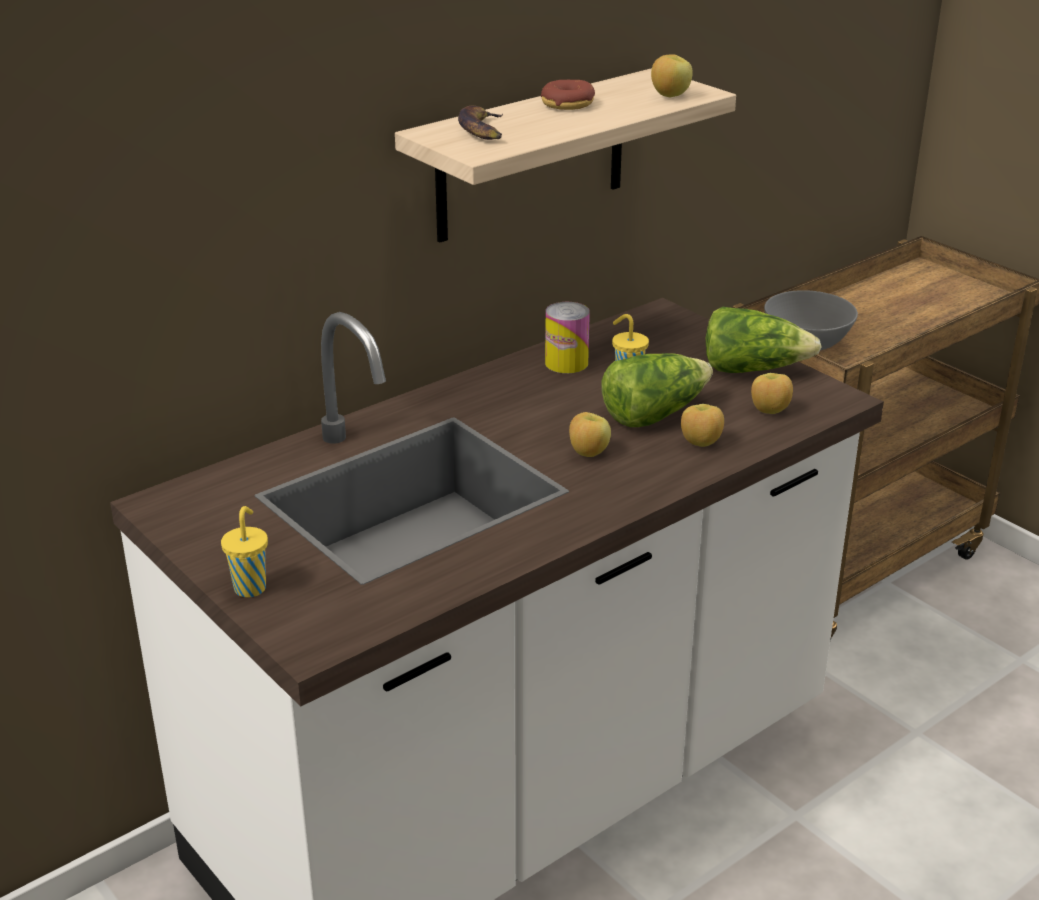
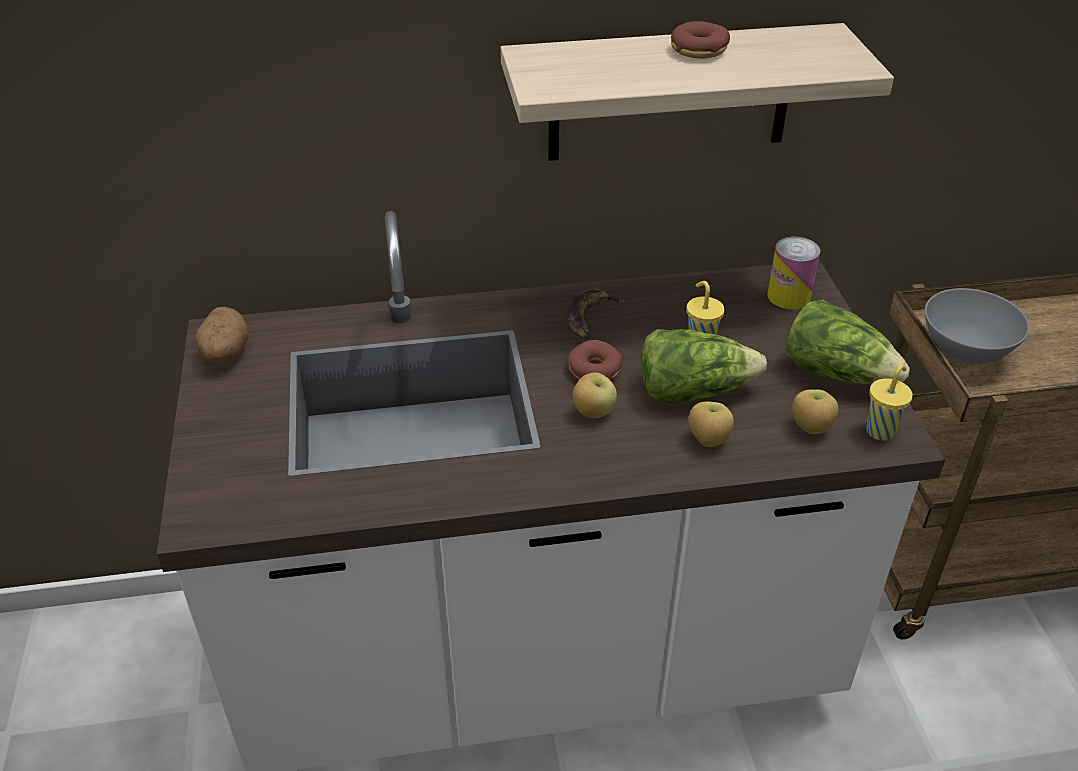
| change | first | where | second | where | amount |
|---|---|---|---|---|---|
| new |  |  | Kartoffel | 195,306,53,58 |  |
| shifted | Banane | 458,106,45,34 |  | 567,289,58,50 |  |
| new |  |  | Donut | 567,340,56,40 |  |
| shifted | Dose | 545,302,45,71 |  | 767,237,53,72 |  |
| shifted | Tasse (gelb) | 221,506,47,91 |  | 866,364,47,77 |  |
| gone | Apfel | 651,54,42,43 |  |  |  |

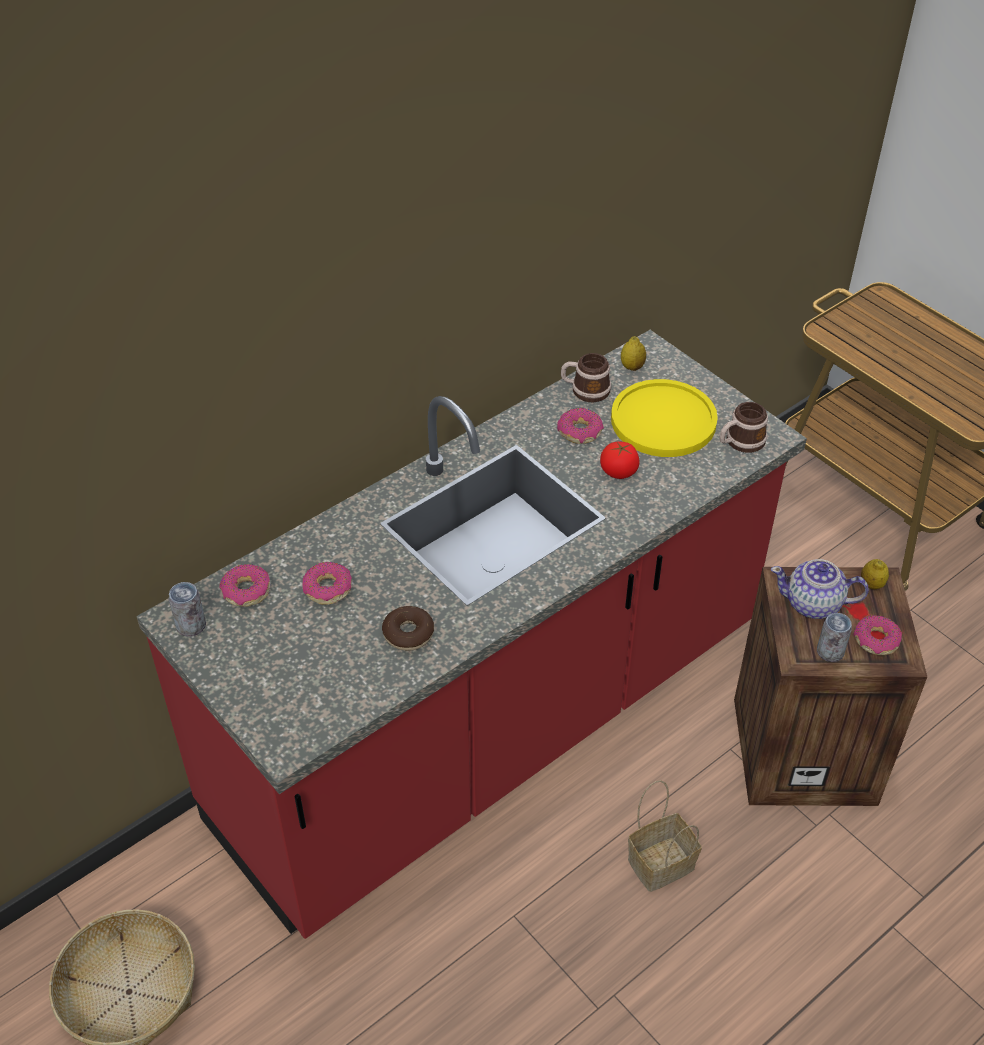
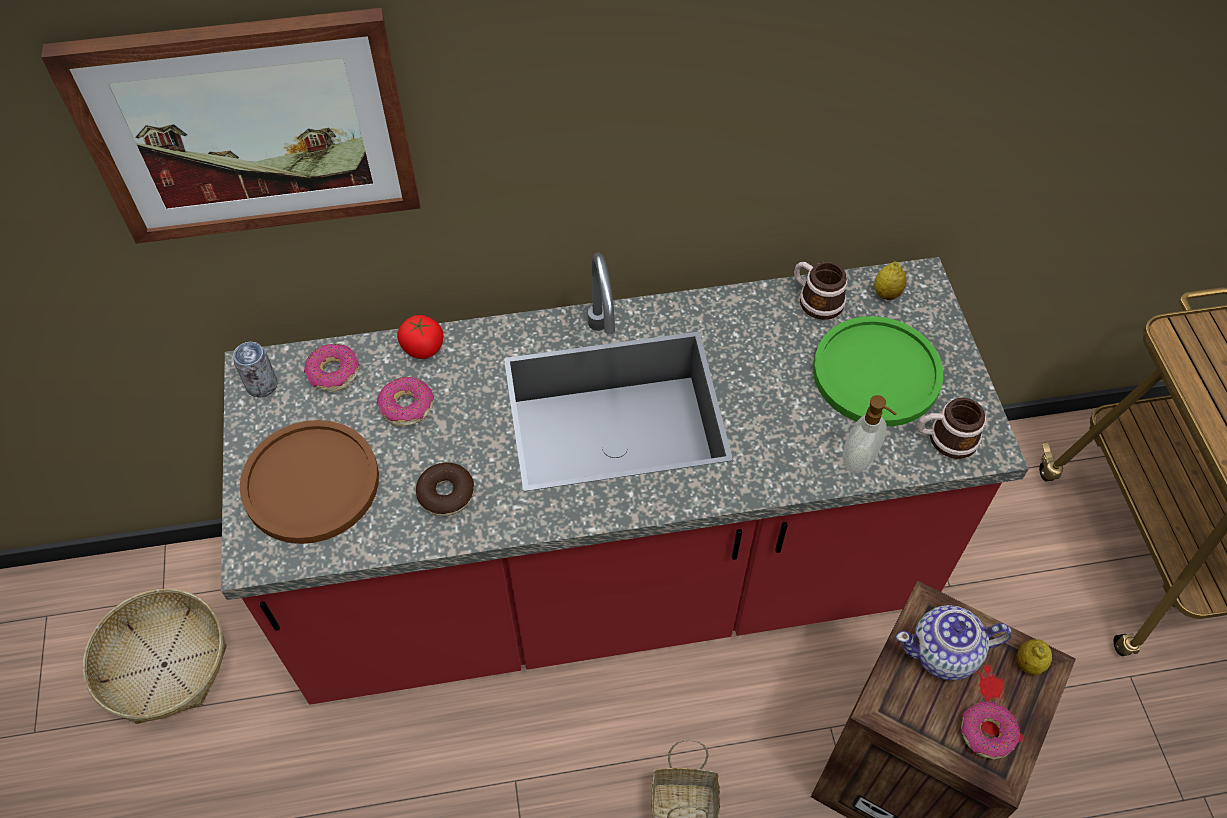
| change | first | where | second | where | amount |
|---|---|---|---|---|---|
| new |  |  | Bild | 41,8,379,236 |  |
| new |  |  | Teller (braun) | 240,420,139,124 |  |
| shifted | Tomate | 600,441,39,38 |  | 397,315,46,44 |  |
| repainted | Teller (gelb) | 611,379,107,78 | Teller (grün) | 813,316,130,111 |  |
| new |  |  | Seifenspender | 842,395,55,79 |  |
| rotated | Teekanne | 771,559,98,60 |  | 896,605,116,76 | 45 degrees counterclockwise |
| gone | Donut | 557,408,47,36 |  |  |  |
| gone | Dose | 817,613,35,49 |  |  |  |

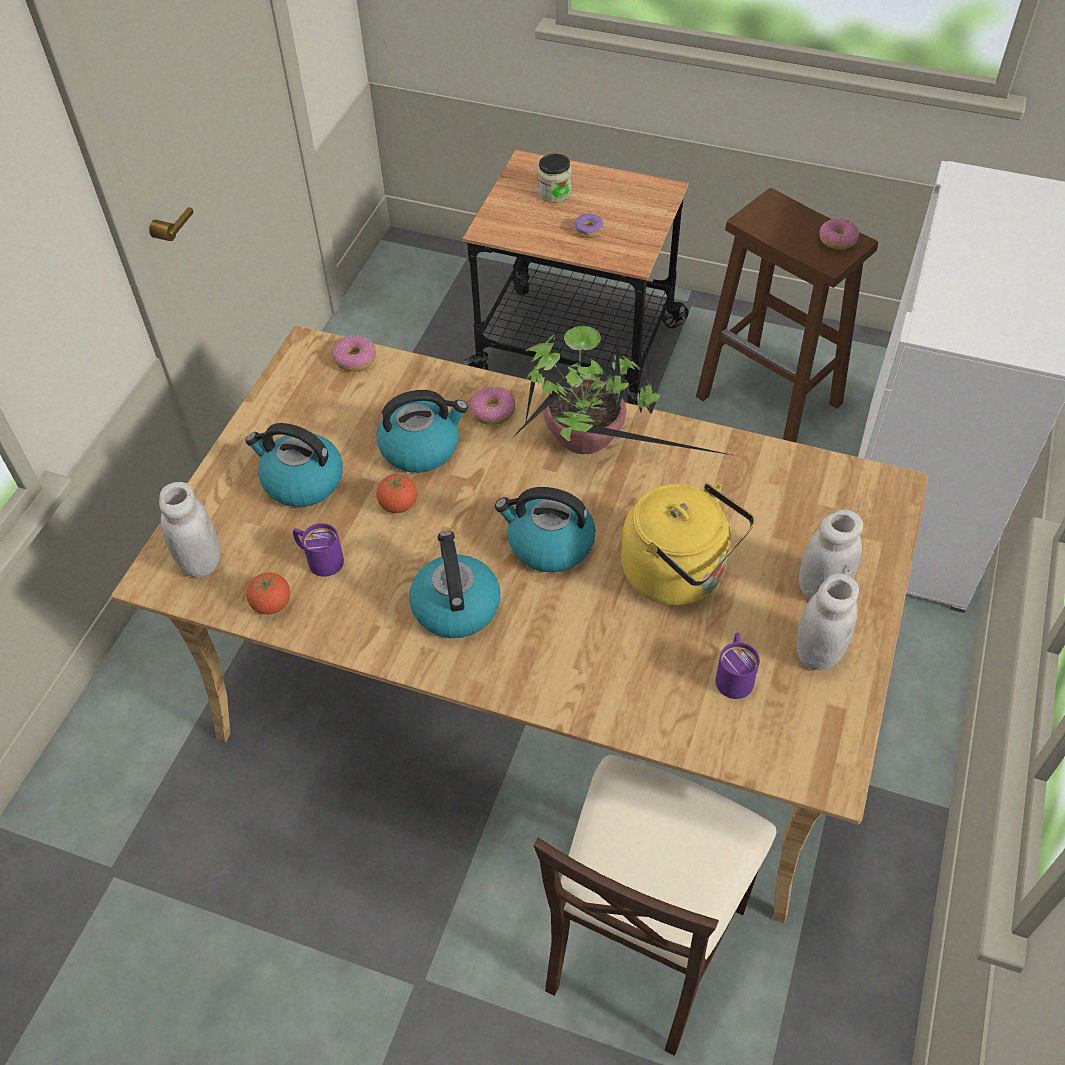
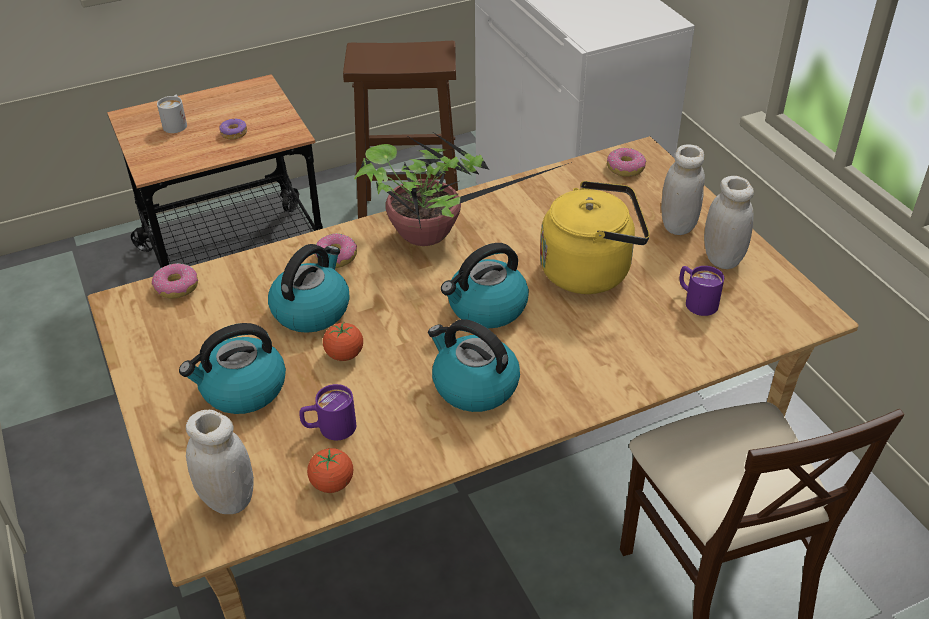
| change | first | where | second | where | amount |
|---|---|---|---|---|---|
| swapped | Vorratsglas | 538,154,34,49 | Henkelbecher (weiß) | 157,95,30,38 |  |
| shifted | Donut | 819,218,41,32 |  | 607,148,39,29 |  |

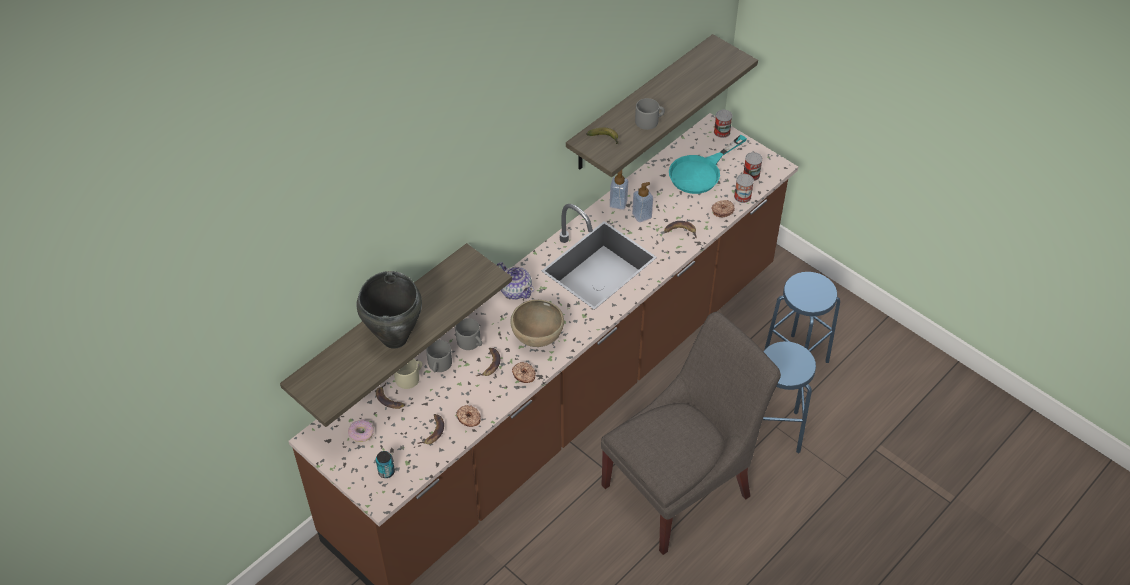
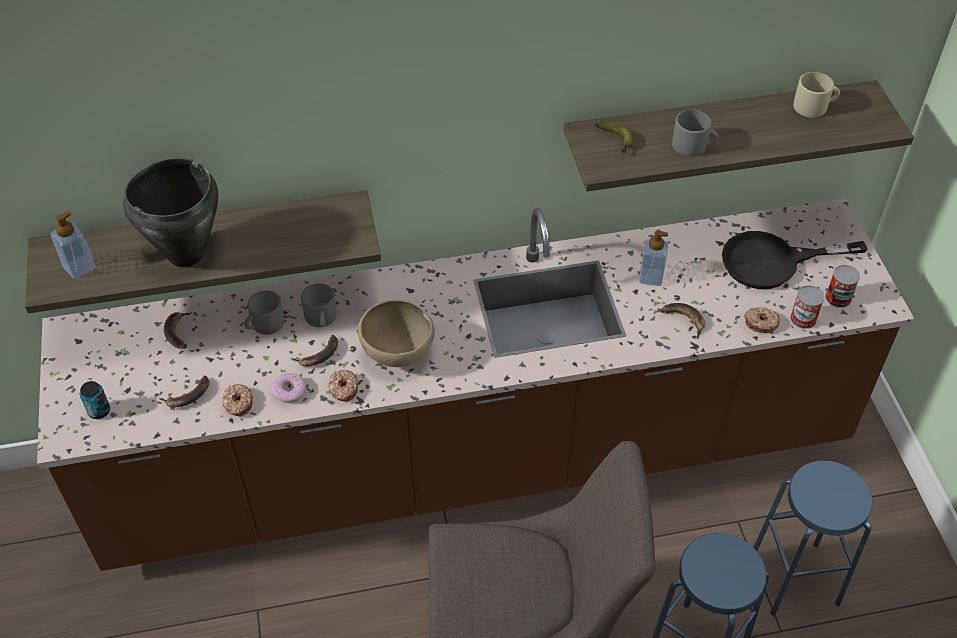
| change | first | where | second | where | amount |
|---|---|---|---|---|---|
| shifted | Seifenspender | 610,170,18,40 |  | 50,211,45,68 |  |
| shifted | Donut | 348,419,26,23 |  | 271,373,35,30 |  |
| repainted | Pfanne (türkis) | 669,134,78,60 | Pfanne (schwarz) | 722,231,146,58 |  |
| shifted | Henkelbecher (beige) | 394,359,29,30 |  | 793,72,47,46 |  |
| gone | Teekanne | 497,262,37,37 |  |  |  |
| gone | Dose | 714,110,18,28 |  |  |  |

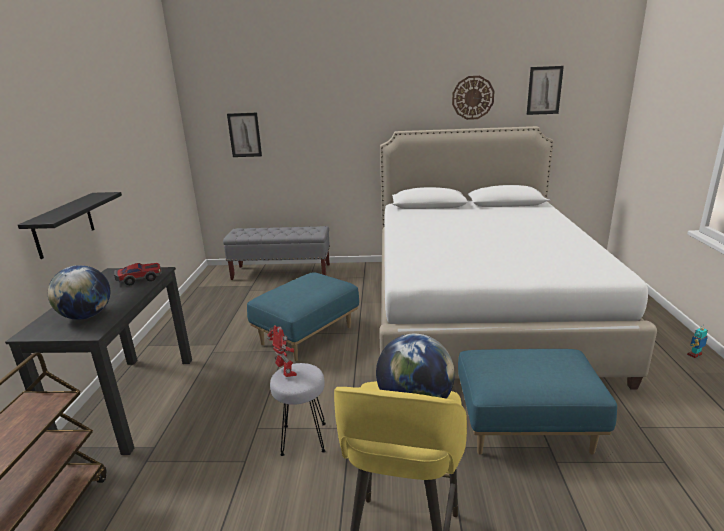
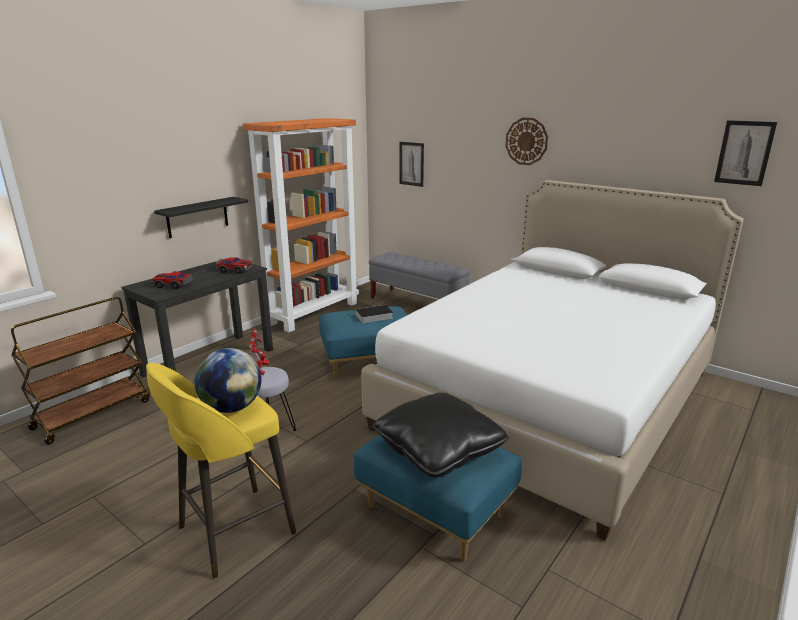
| change | first | where | second | where | amount |
|---|---|---|---|---|---|
| swapped | Globus | 48,265,62,55 | Spielzeugauto | 152,271,41,18 |  |
| new |  |  | Bücherregal (orange) | 243,118,116,214 |  |
| new |  |  | Buch | 350,305,43,18 |  |
| new |  |  | Kissen (schwarz) | 372,393,137,85 |  |
| shifted | Wanduhr | 452,76,42,44 |  | 505,118,43,47 |  |
| gone | Spielzeugroboter | 687,325,21,33 |  |  |  |

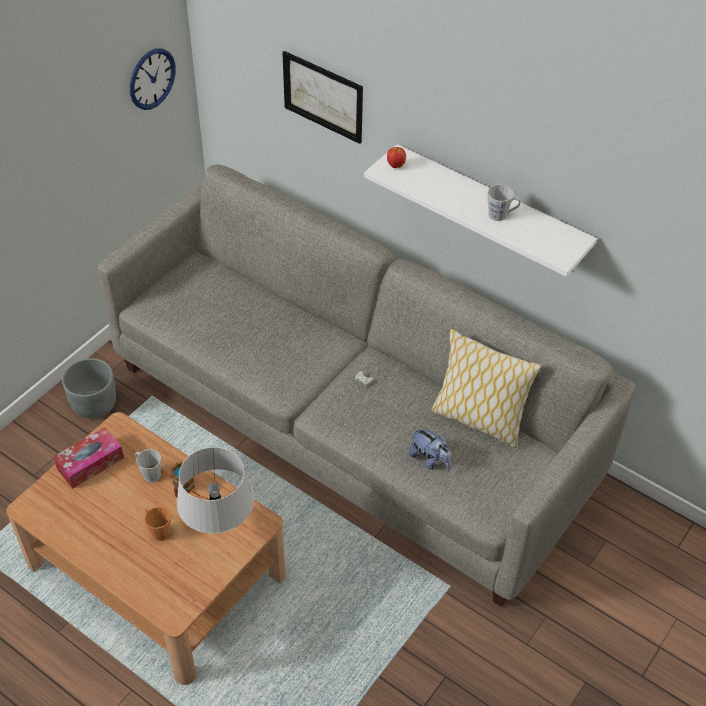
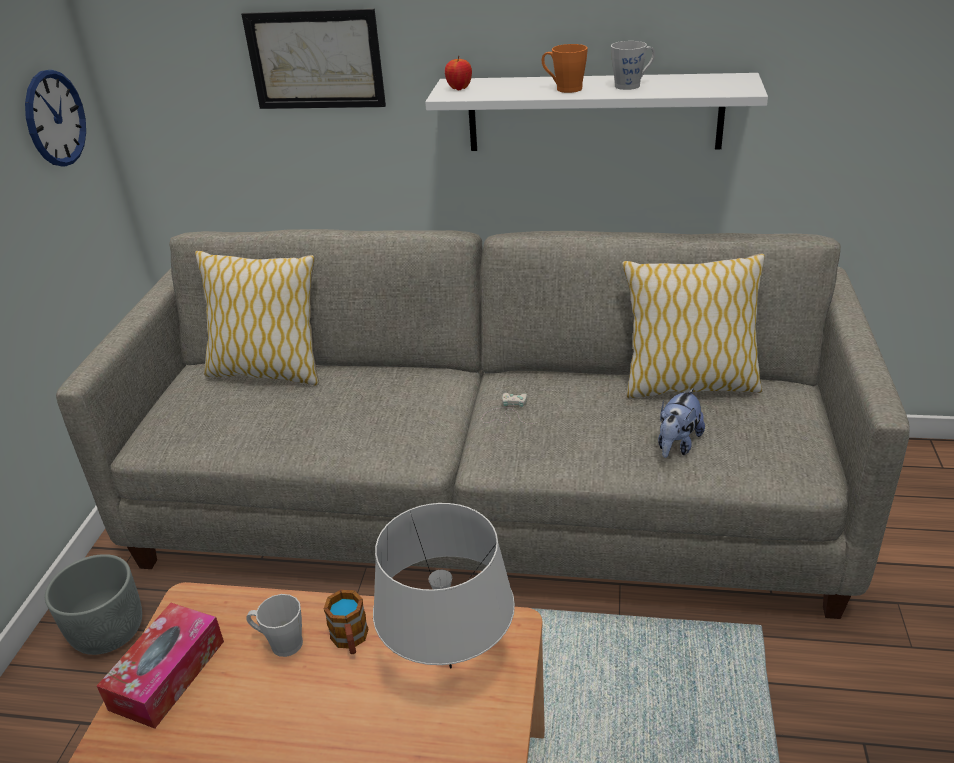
| change | first | where | second | where | amount |
|---|---|---|---|---|---|
| new |  |  | Kissen | 195,251,124,135 |  |
| shifted | Henkelbecher (orange) | 144,507,27,34 |  | 542,44,46,49 |  |
| rotated | Plüschtier | 409,427,42,43 |  | 658,388,47,70 | 105 degrees clockwise |

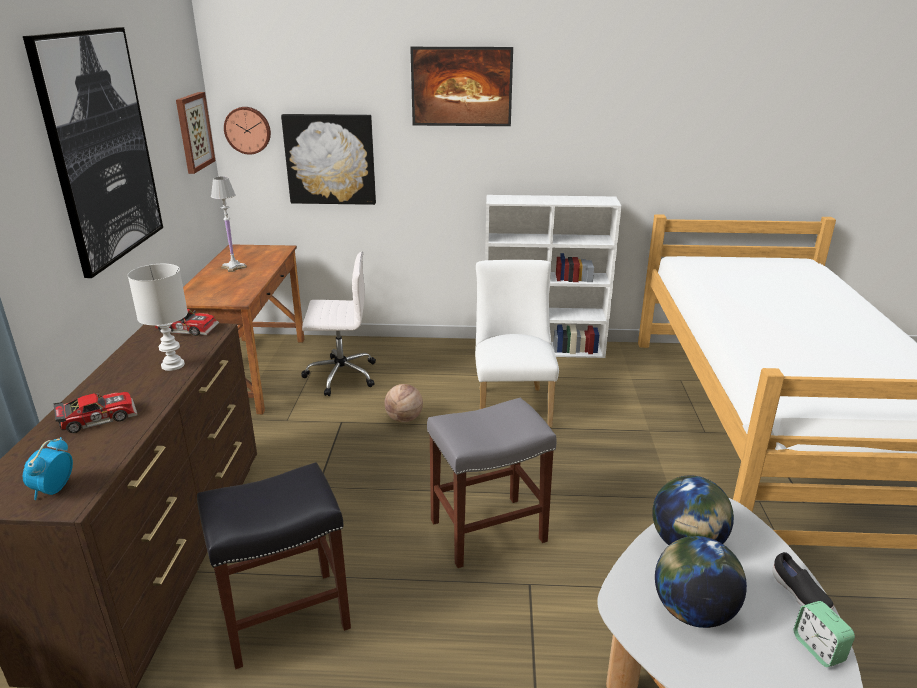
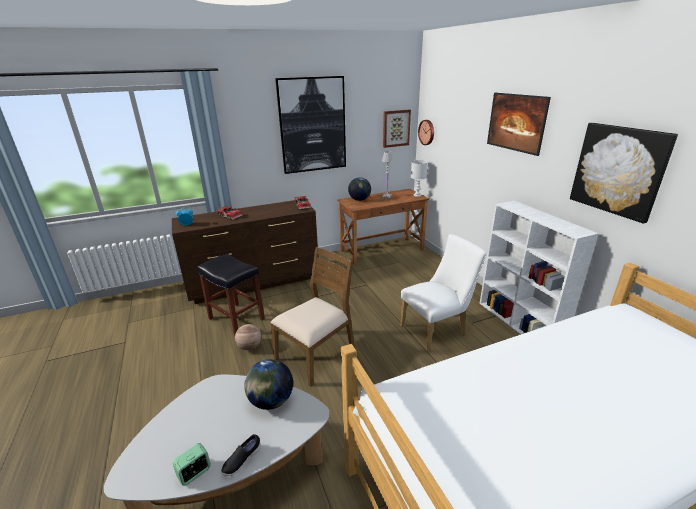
| change | first | where | second | where | amount |
|---|---|---|---|---|---|
| shifted | Basketball | 384,384,39,38 |  | 235,324,26,26 |  |
| swapped | Hocker (grau) | 427,398,130,170 | Stuhl (braun) | 270,247,85,140 |  |
| shifted | Globus | 655,536,92,92 |  | 348,177,23,24 |  |
| shifted | Tischlampe (weiß) | 128,264,60,107 |  | 411,160,17,37 |  |
| shifted | Bild | 281,114,95,91 |  | 570,123,108,100 |  |
| gone | Bürostuhl (weiß) | 301,252,75,144 |  |  |  |

